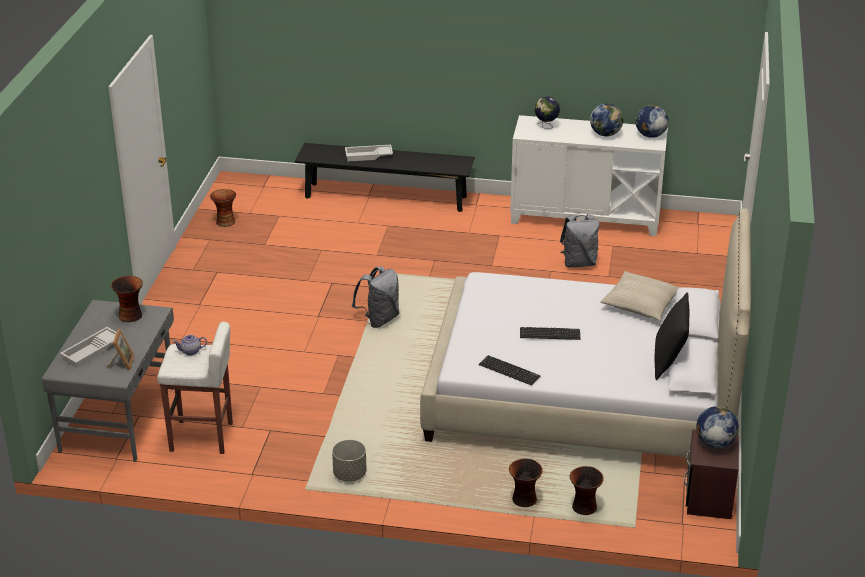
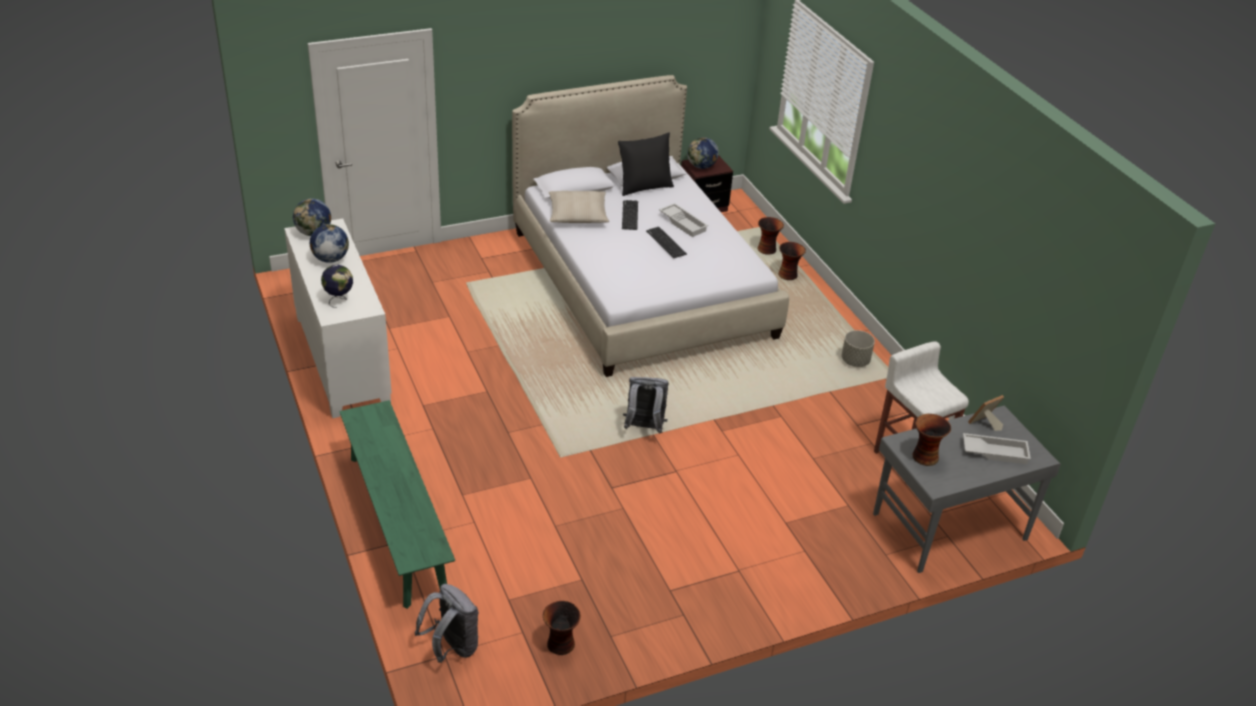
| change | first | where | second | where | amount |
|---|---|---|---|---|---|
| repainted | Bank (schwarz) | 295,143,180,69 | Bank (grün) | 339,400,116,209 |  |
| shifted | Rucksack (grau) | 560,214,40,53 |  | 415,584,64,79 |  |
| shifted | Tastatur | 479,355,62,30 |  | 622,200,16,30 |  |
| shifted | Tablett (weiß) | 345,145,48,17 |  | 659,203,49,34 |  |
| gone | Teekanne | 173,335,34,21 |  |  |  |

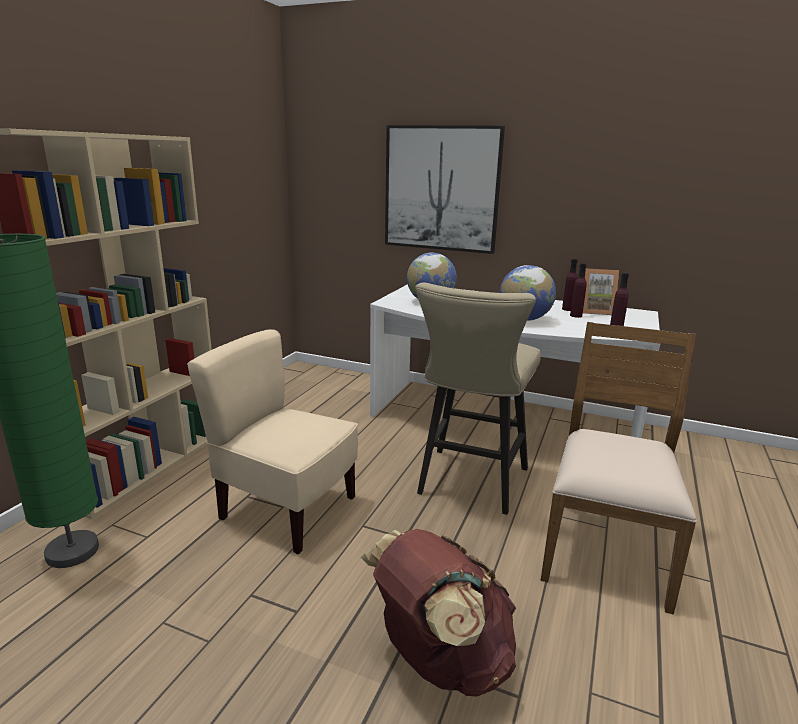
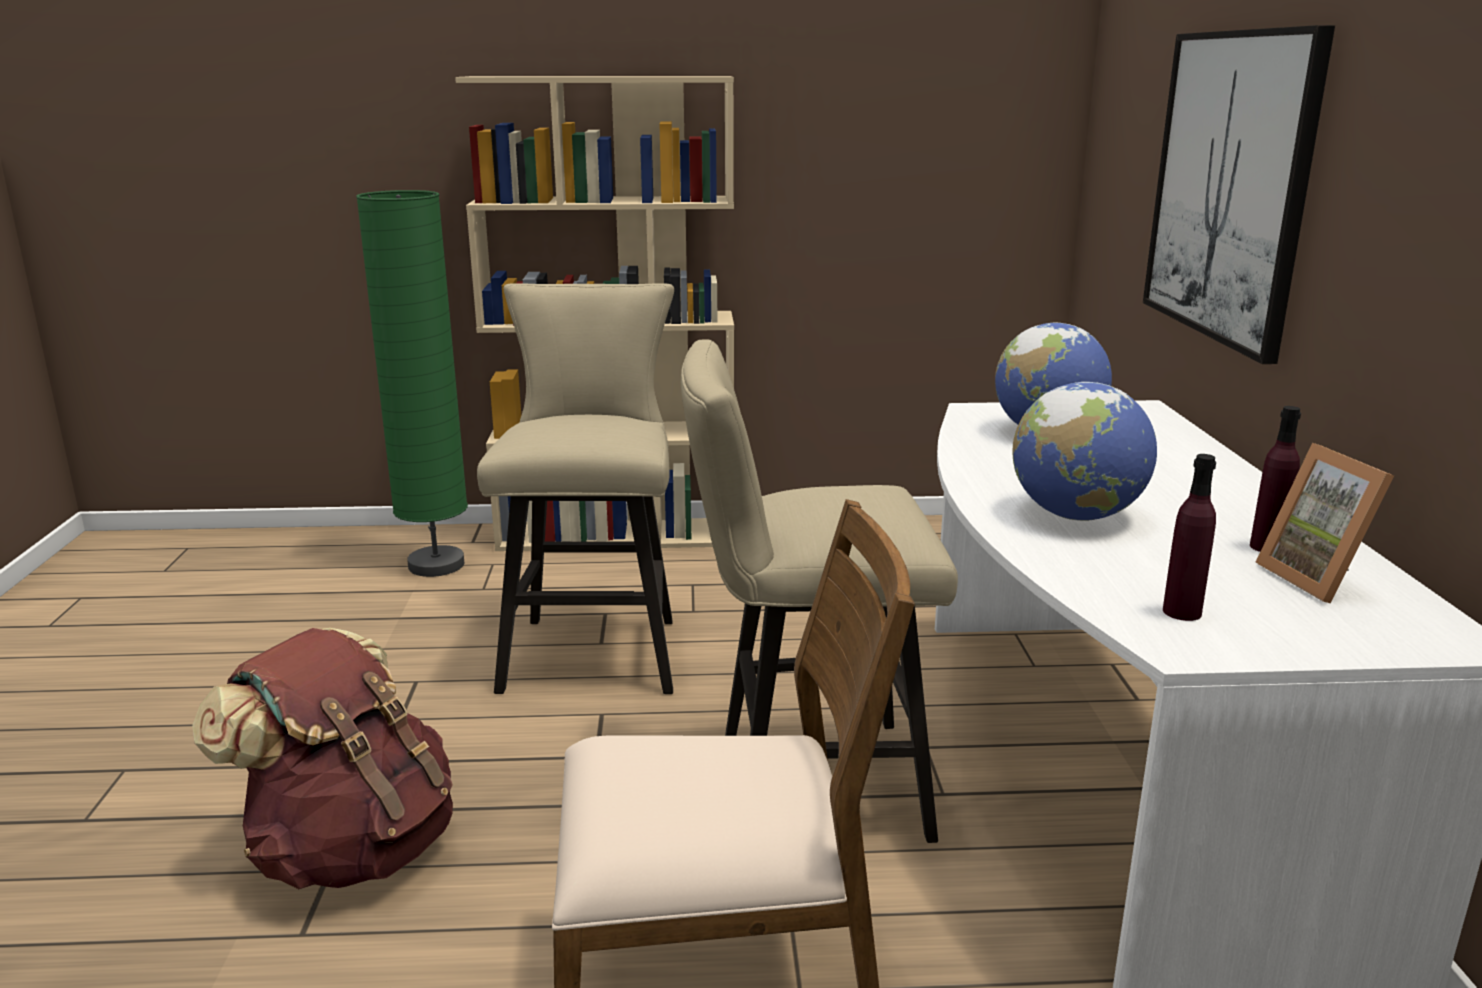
| change | first | where | second | where | amount |
|---|---|---|---|---|---|
| swapped | Stuhl (beige) | 187,329,171,225 | Hocker (beige) | 477,283,197,411 |  |
| gone | Flasche (lila) | 570,263,17,55 |  |  |  |

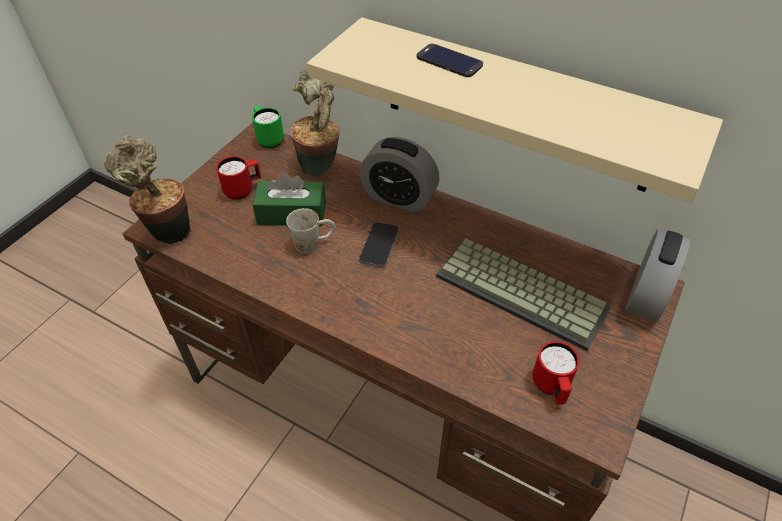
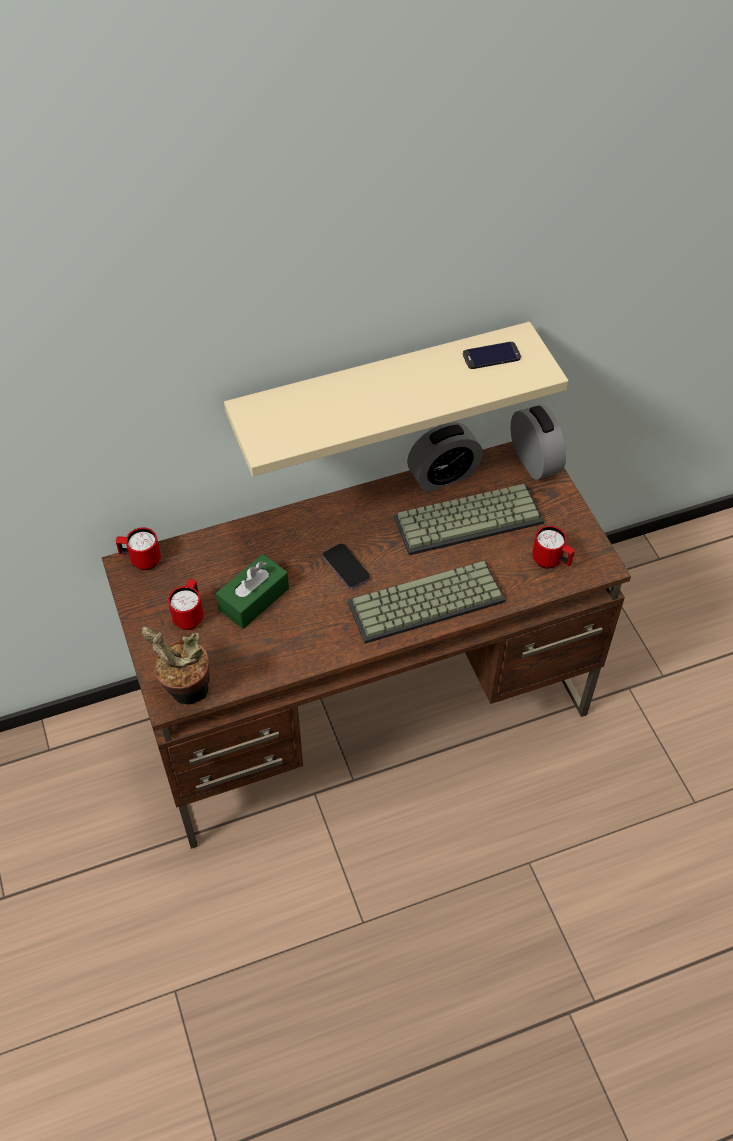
| change | first | where | second | where | amount |
|---|---|---|---|---|---|
| repainted | Henkelbecher (grün) | 252,106,32,42 | Henkelbecher (rot) | 116,528,45,42 |  |
| new |  |  | Tastatur | 347,560,158,84 |  |
| shifted | Wecker | 359,137,80,76 |  | 407,422,76,70 |  |
| shifted | Handy | 416,44,67,33 |  | 463,342,58,27 |  |
| gone | Henkelbecher (weiß) | 286,208,50,46 |  |  |  |
| gone | Topfpflanze | 290,69,50,108 |  |  |  |

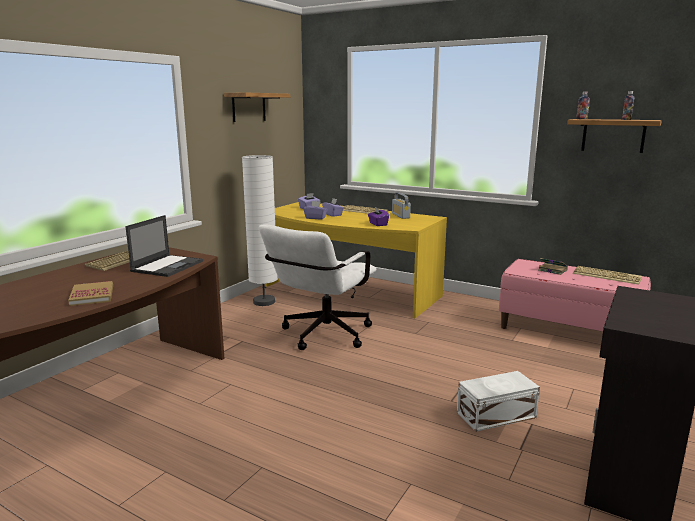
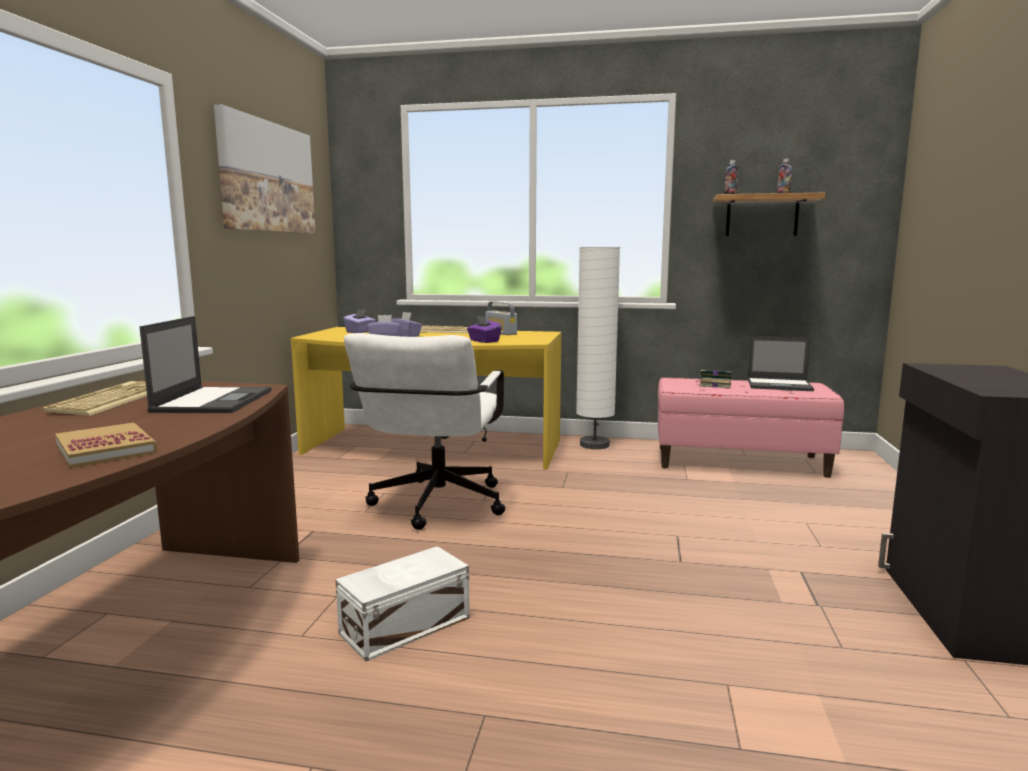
| change | first | where | second | where | amount |
|---|---|---|---|---|---|
| swapped | Wandregal | 224,92,66,30 | Bild | 214,105,102,129 |  |
| shifted | Aufbewahrungsbox (weiß) | 457,371,83,61 |  | 336,546,134,115 |  |
| shifted | Stehlampe (weiß) | 242,155,36,151 |  | 576,247,44,202 |  |
| swapped | Tastatur | 573,266,69,19 | Laptop | 747,336,67,55 |  |

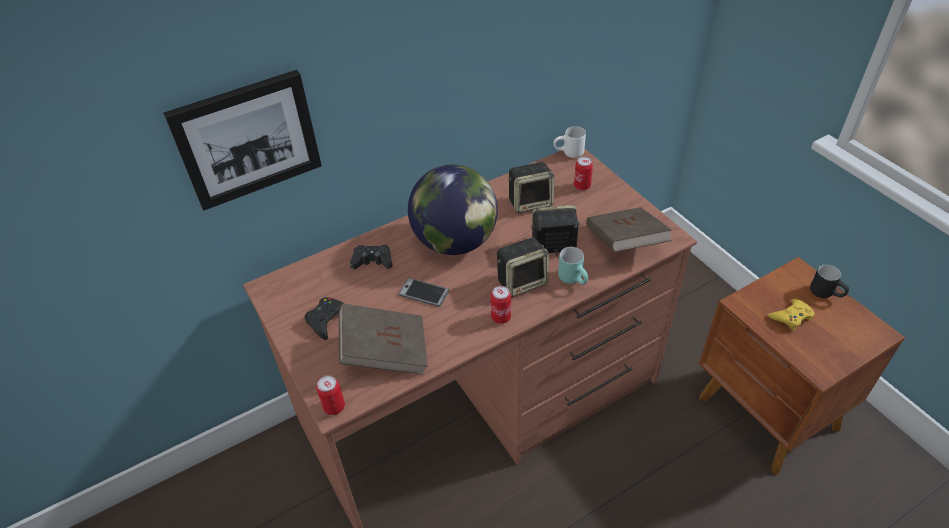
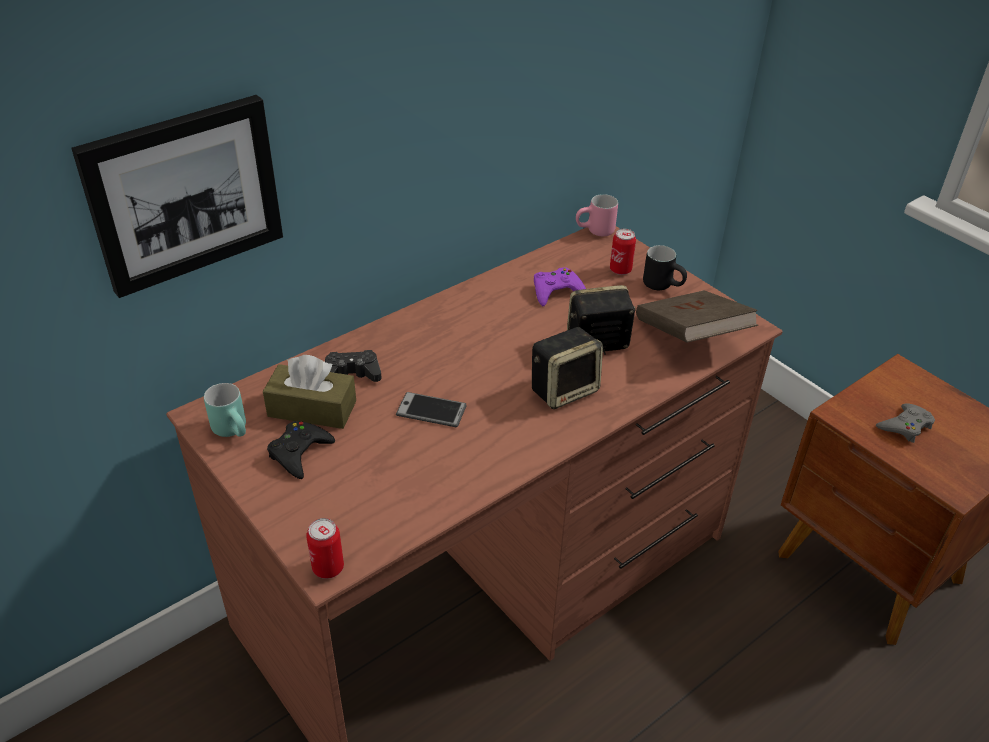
| change | first | where | second | where | amount |
|---|---|---|---|---|---|
| shifted | Henkelbecher (türkis) | 558,247,30,38 |  | 204,383,42,54 |  |
| new |  |  | Taschentuchbox (braun) | 263,355,93,74 |  |
| swapped | Lautsprecher | 508,162,47,51 | Gamepad (lila) | 534,267,52,39 |  |
| repainted | Henkelbecher (weiß) | 554,126,32,32 | Henkelbecher (rosa) | 576,194,42,42 |  |
| shifted | Henkelbecher (schwarz) | 810,265,39,33 |  | 643,245,44,45 |  |
| repainted | Gamepad (gelb) | 768,299,47,32 | Gamepad (grau) | 876,404,59,39 |  |
| gone | Buch (braun) | 339,303,89,71 |  |  |  |
| gone | Globus | 408,164,90,91 |  |  |  |
| gone | Dose | 491,286,20,38 |  |  |  |

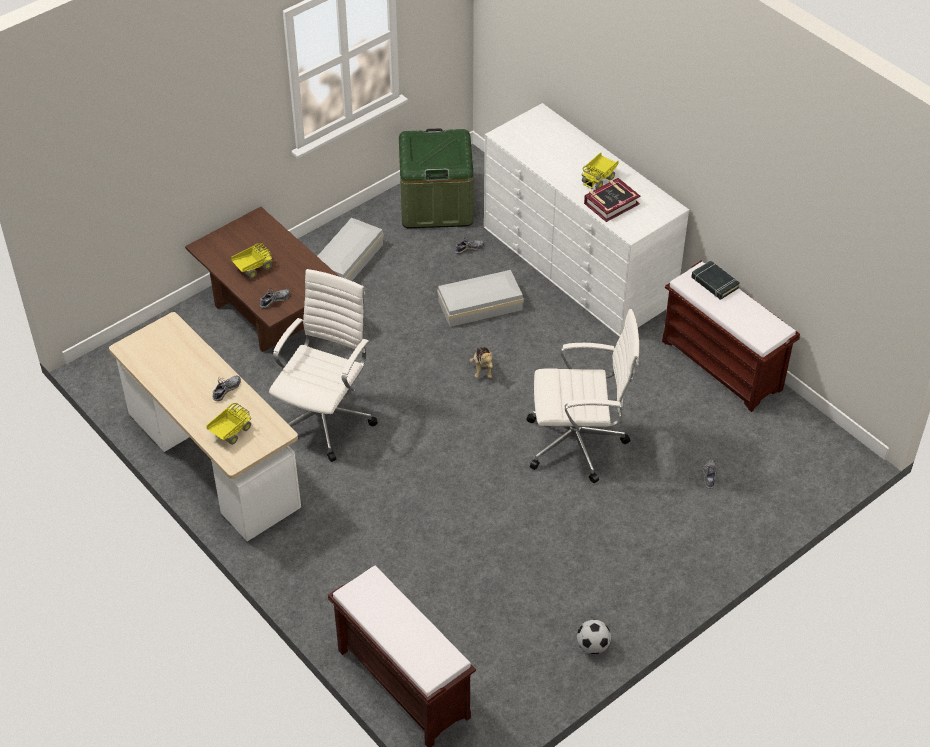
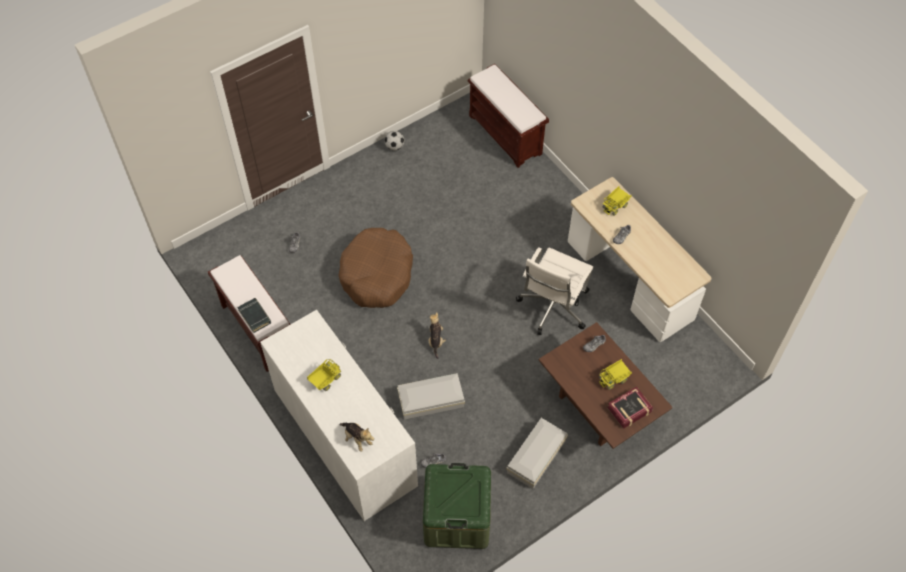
| change | first | where | second | where | amount |
|---|---|---|---|---|---|
| swapped | Bürostuhl (weiß) | 526,309,113,174 | Hundebett (braun) | 338,228,75,80 |  |
| new |  |  | Plüschtier | 339,423,35,29 |  |
| shifted | Buch | 584,178,56,44 |  | 607,387,46,42 |  |

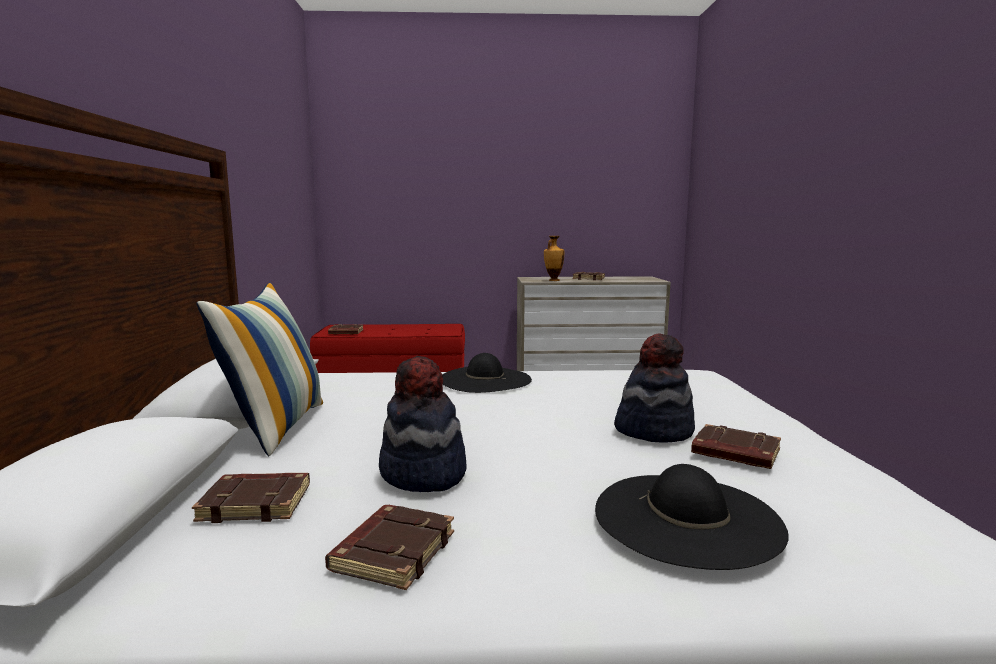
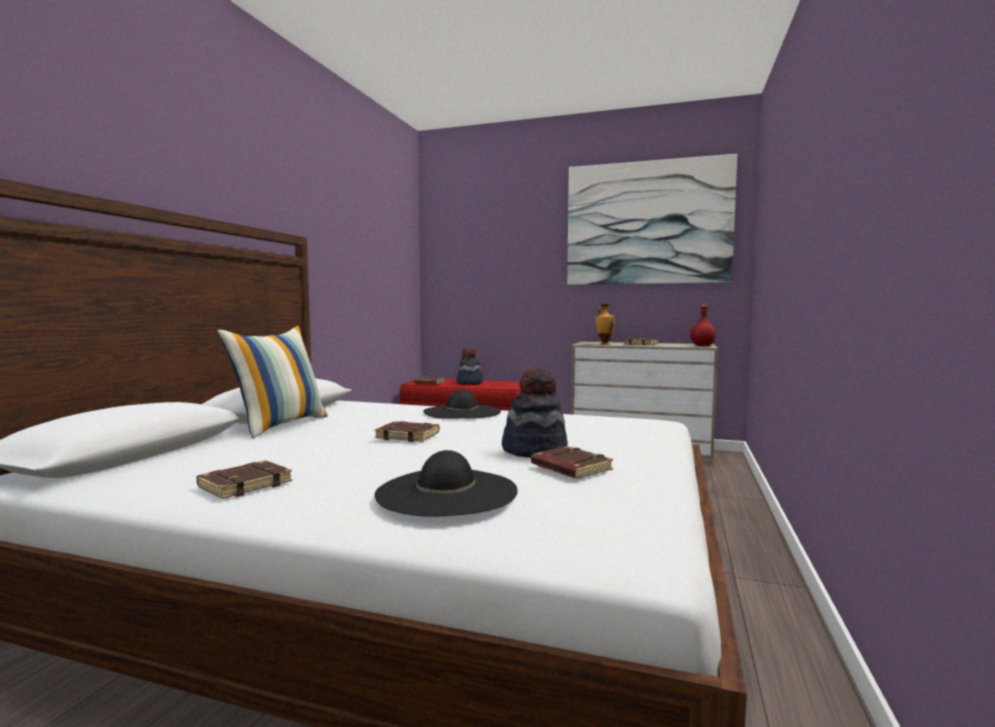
| change | first | where | second | where | amount |
|---|---|---|---|---|---|
| shifted | Buch (braun) | 192,473,118,50 |  | 375,421,64,21 |  |
| shifted | Hut | 379,356,88,136 |  | 457,347,26,38 |  |
| new |  |  | Bild | 567,154,170,131 |  |
| new |  |  | Flasche (rot) | 690,303,26,43 |  |

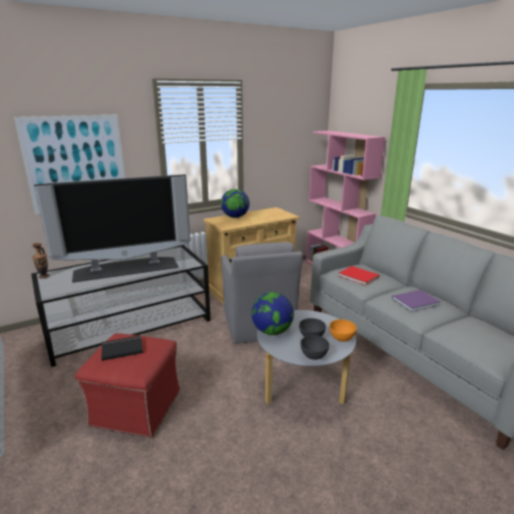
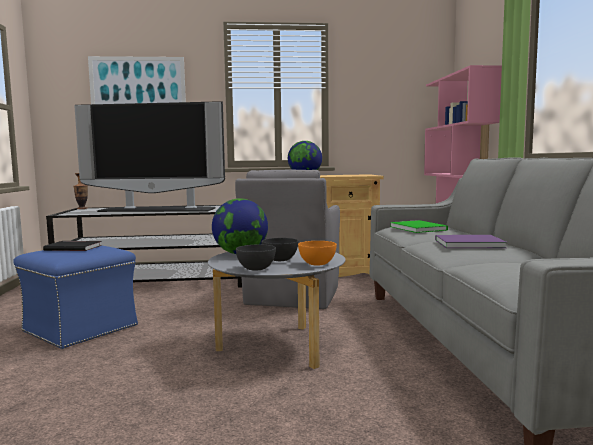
| change | first | where | second | where | amount |
|---|---|---|---|---|---|
| repainted | Polsterhocker (rot) | 75,333,105,105 | Polsterhocker (blau) | 13,246,125,103 |  |
| repainted | Buch (rot) | 338,266,42,19 | Buch (grün) | 390,220,58,13 |  |

